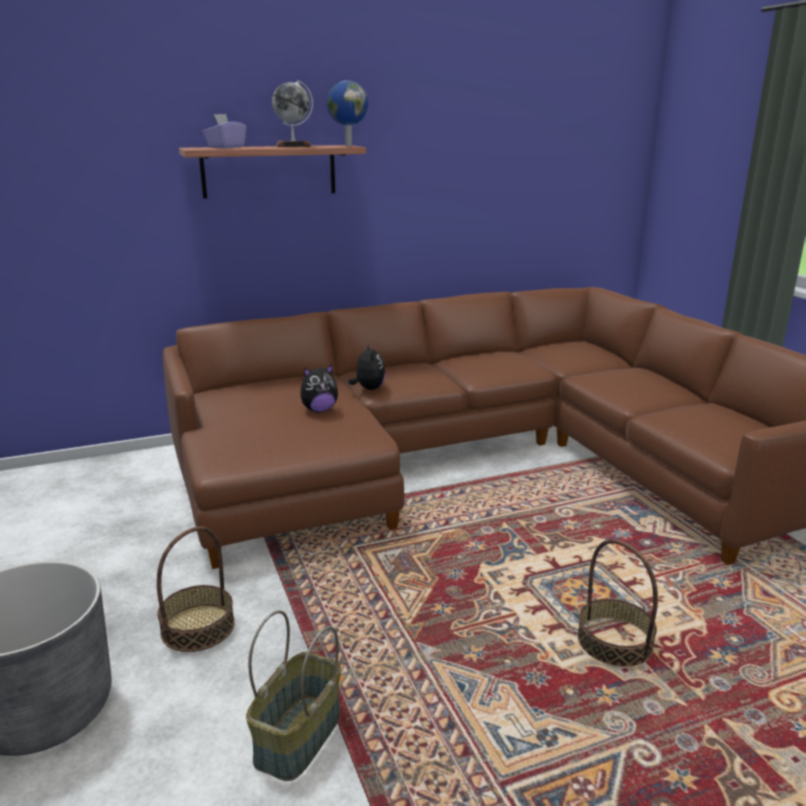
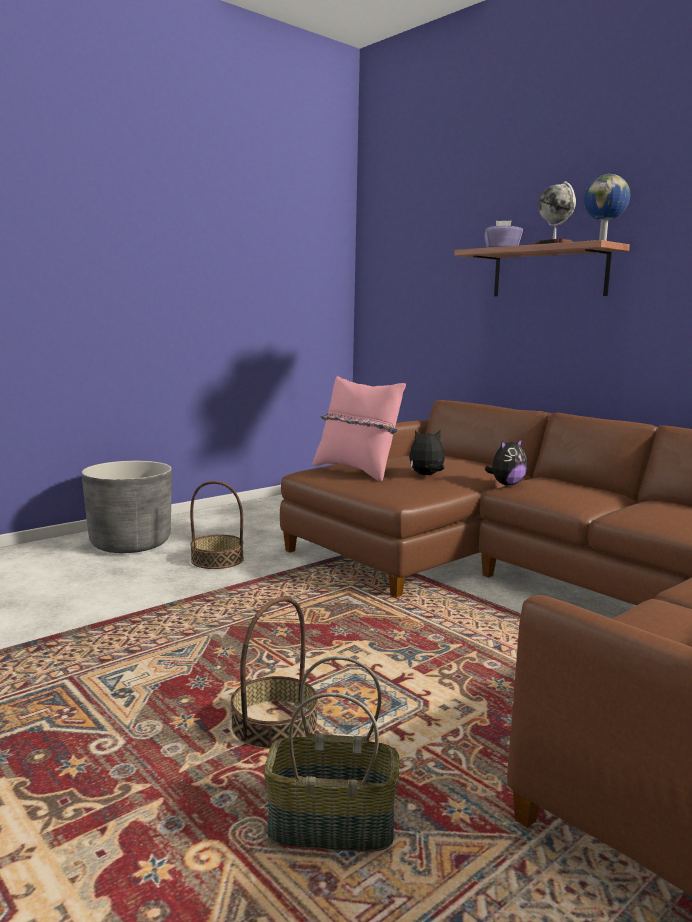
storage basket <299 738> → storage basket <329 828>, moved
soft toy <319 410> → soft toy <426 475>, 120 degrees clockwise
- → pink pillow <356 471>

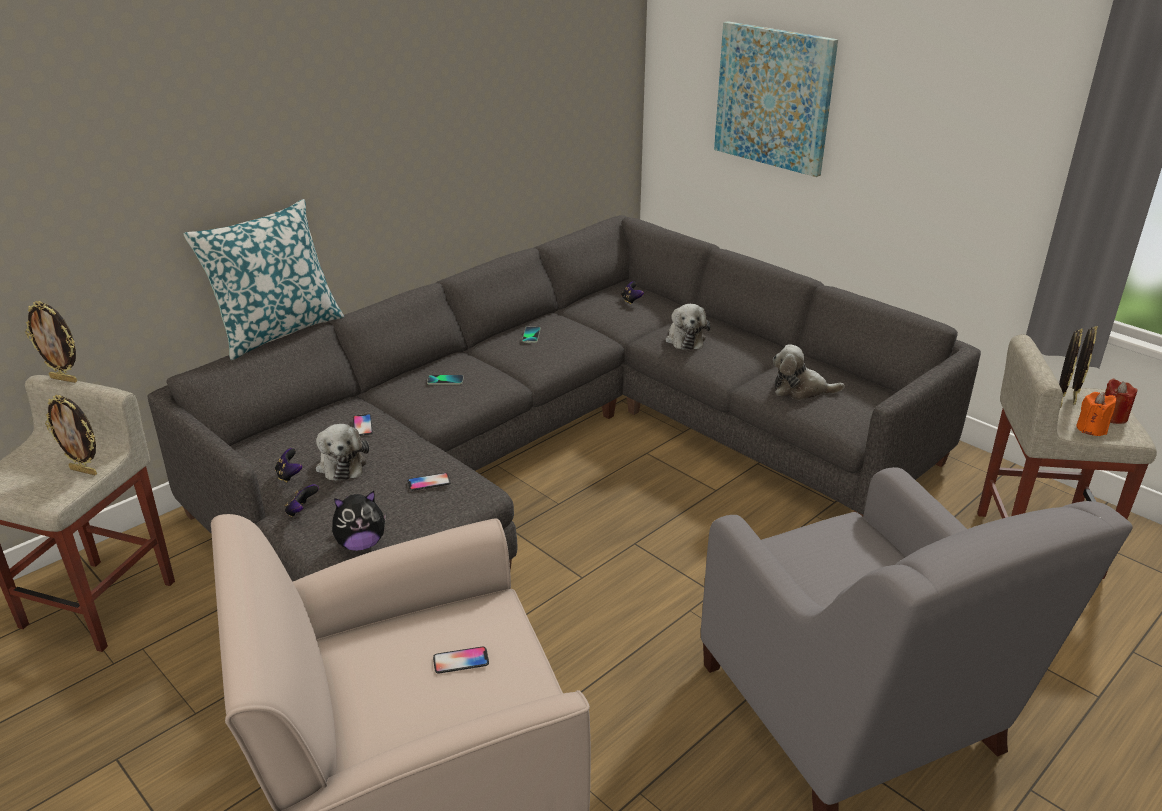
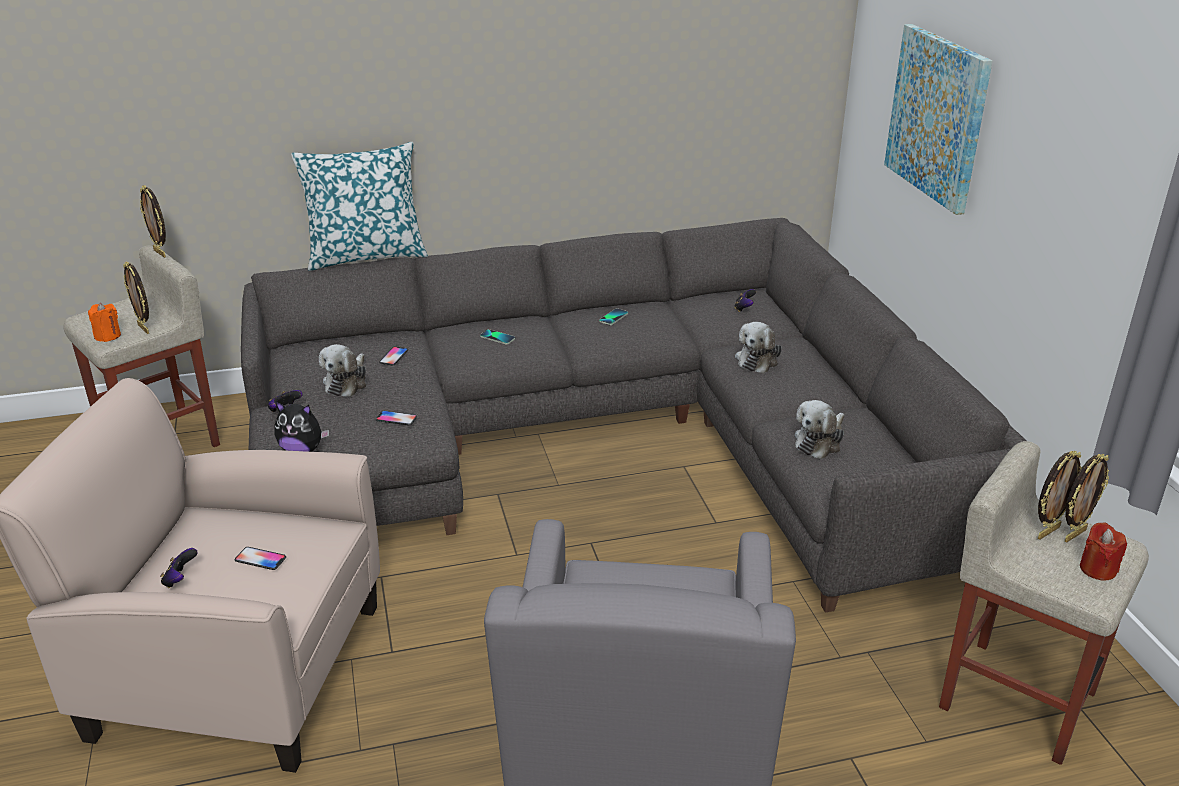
joypad <289 475> → joypad <180 579>, moved
soft toy <801 390> → soft toy <819 441>, 90 degrees counterclockwise
orange-coloured candle <1091 429> → orange-coloured candle <107 336>, moved

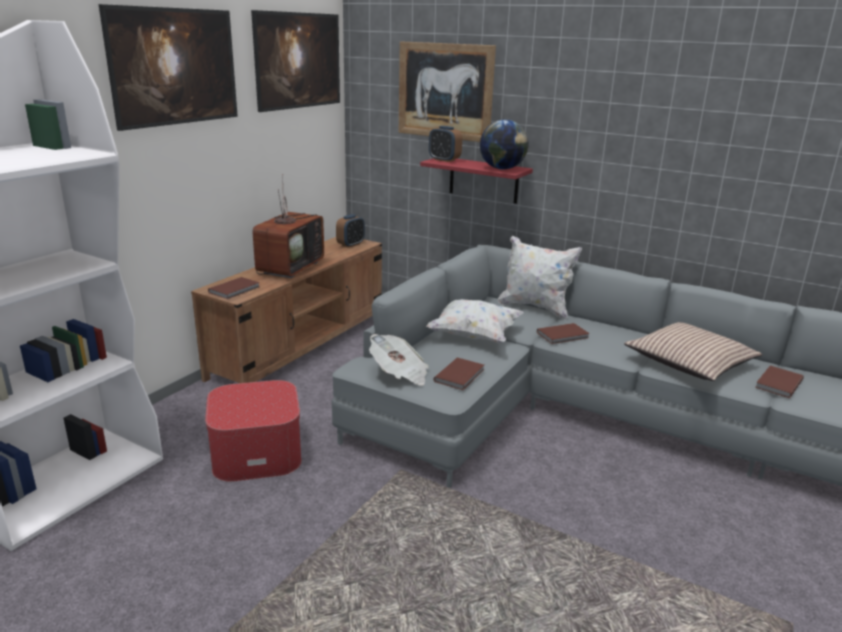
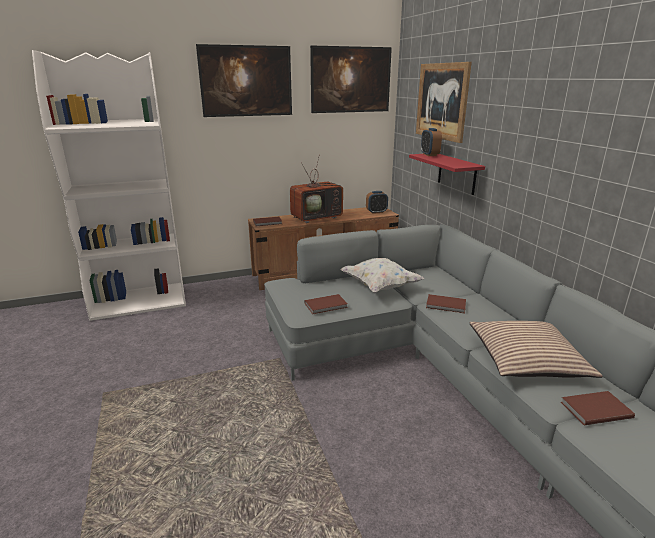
footrest <257 452> → -
newspaper <399 374> → -
world globe <502 169> → -
white pillow <535 307> → -

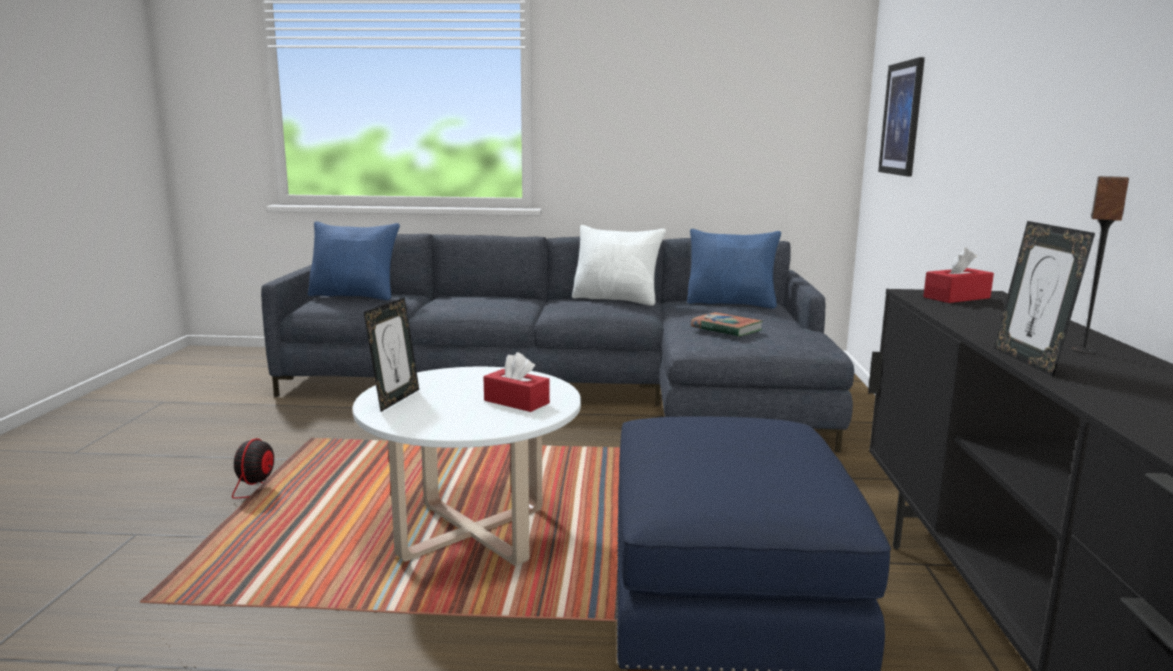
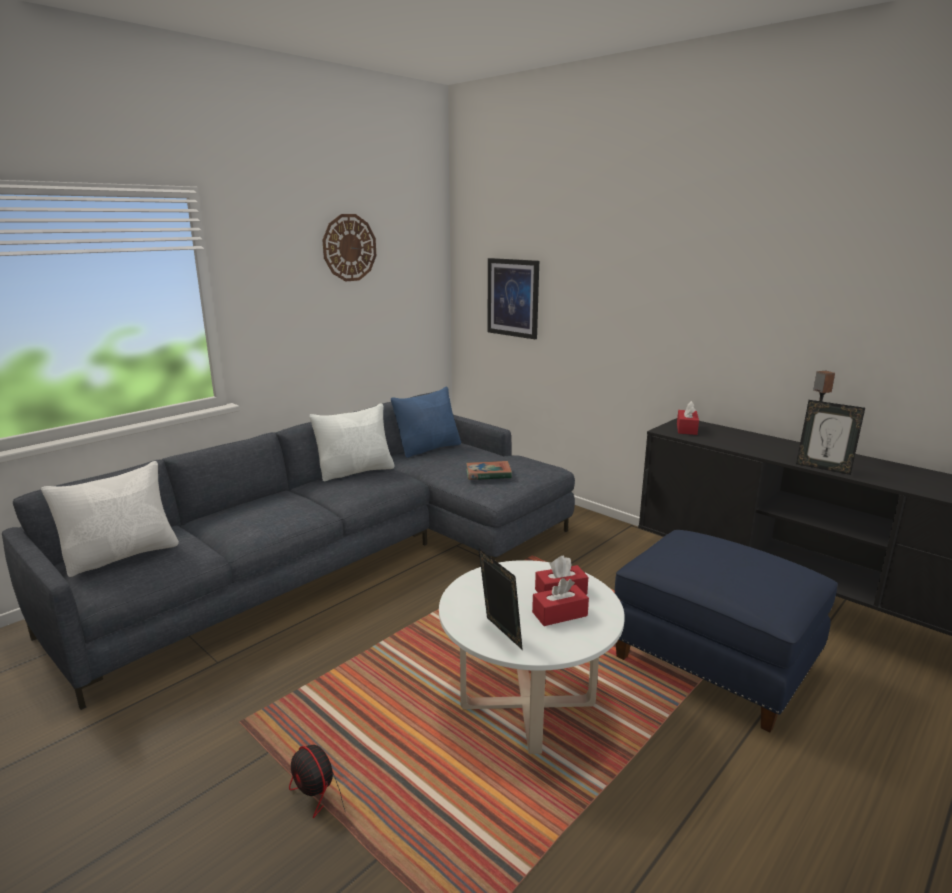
bluish pillow <355 296> → white pillow <123 555>
- → clock on the wall <349 247>
- → reddish tissue holder <559 614>

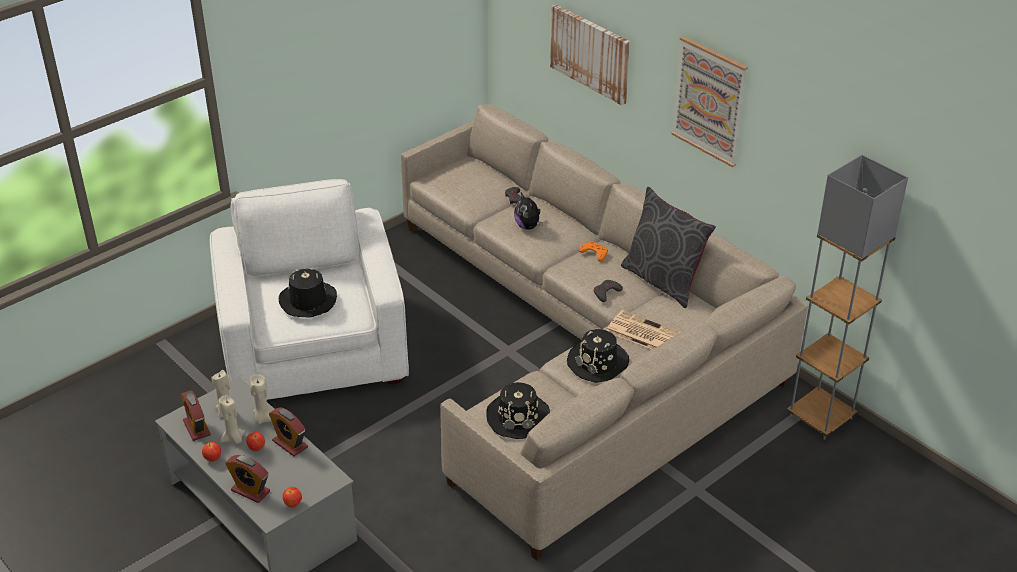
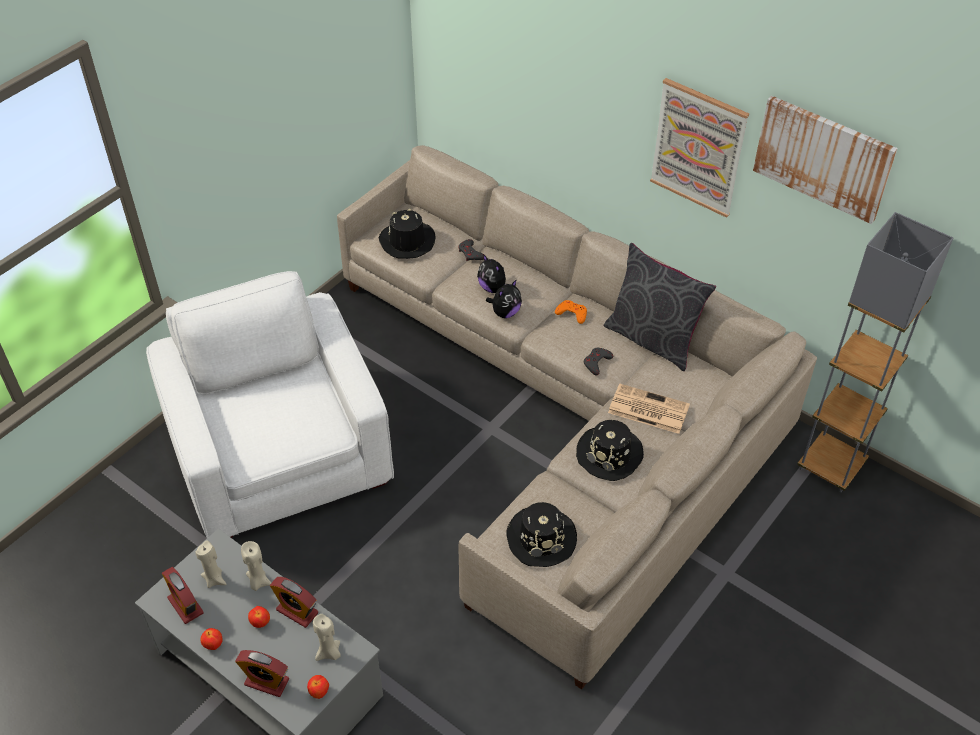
beige-coloured candle <233 439> → beige-coloured candle <329 653>, moved
black wearable hat <308 301> → black wearable hat <407 241>, moved
wall picture <590 53> → wall picture <823 158>, moved
- → soft toy <505 312>

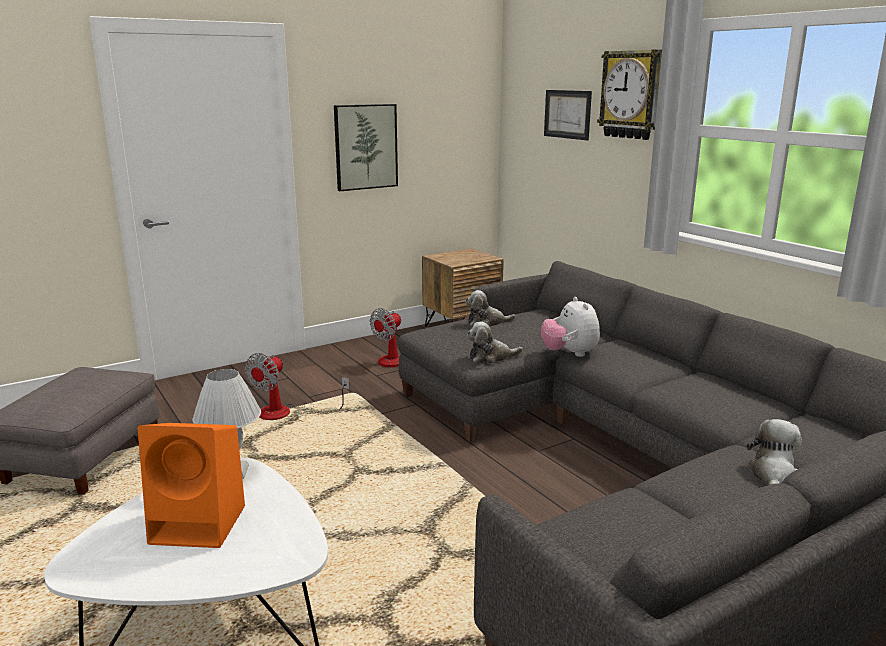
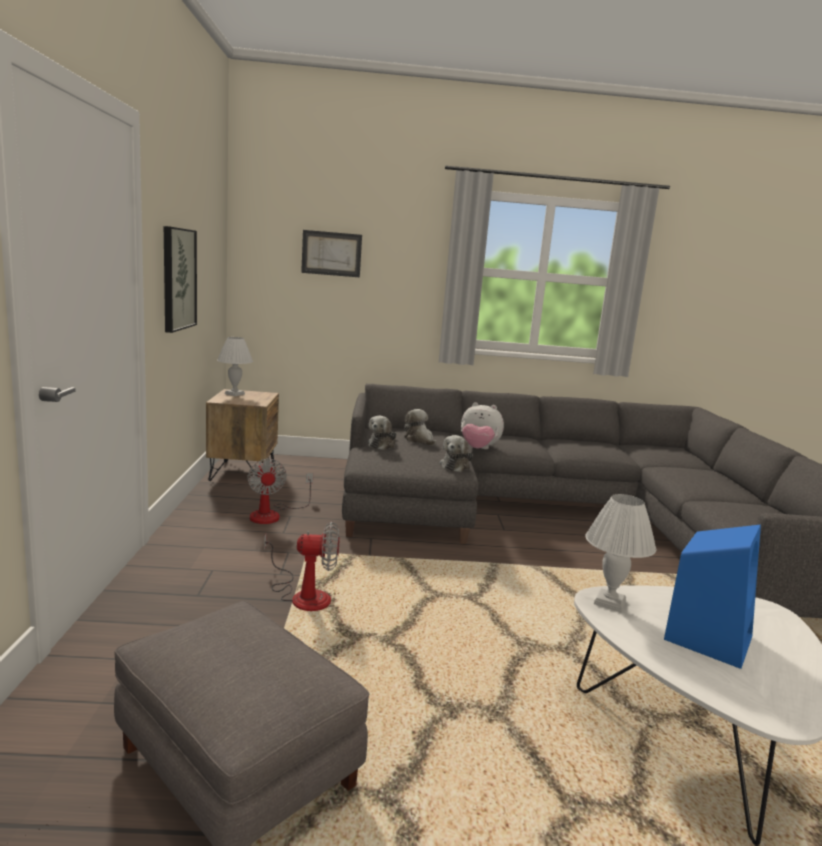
orange-coloured audio speaker <201 524> → bluish audio speaker <708 636>
electric fan <286 413> → electric fan <303 595>, 60 degrees counterclockwise
clock on the wall <632 94> → -
soft toy <773 475> → soft toy <420 440>, moved
- → white tabletop lamp <234 394>

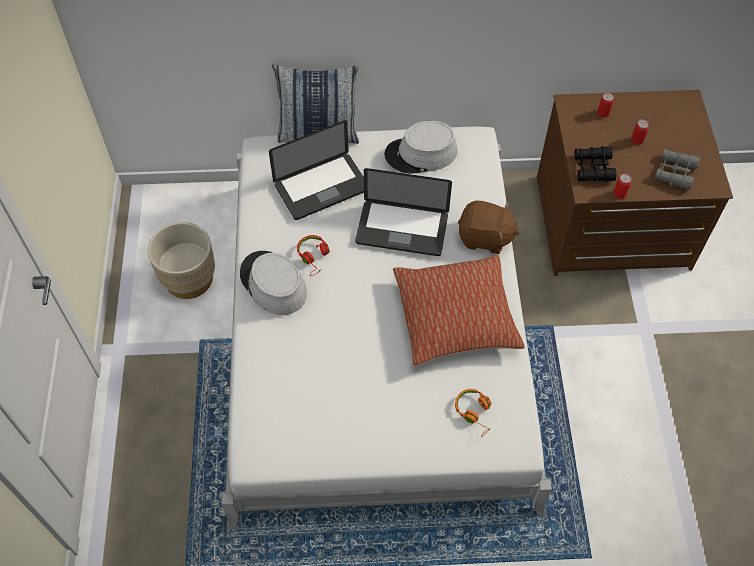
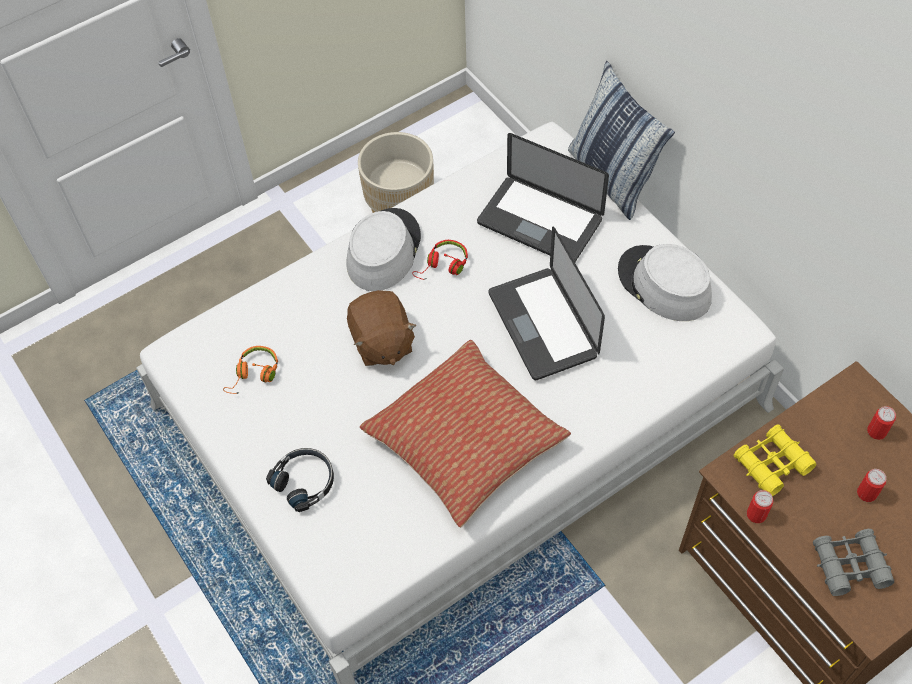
orange-coloured headphones <474 413> → orange-coloured headphones <254 374>, moved
brown soft toy <485 238> → brown soft toy <381 342>, moved
black pair of binoculars <593 168> → yellow-coloured pair of binoculars <772 464>
- → black headphones <305 481>

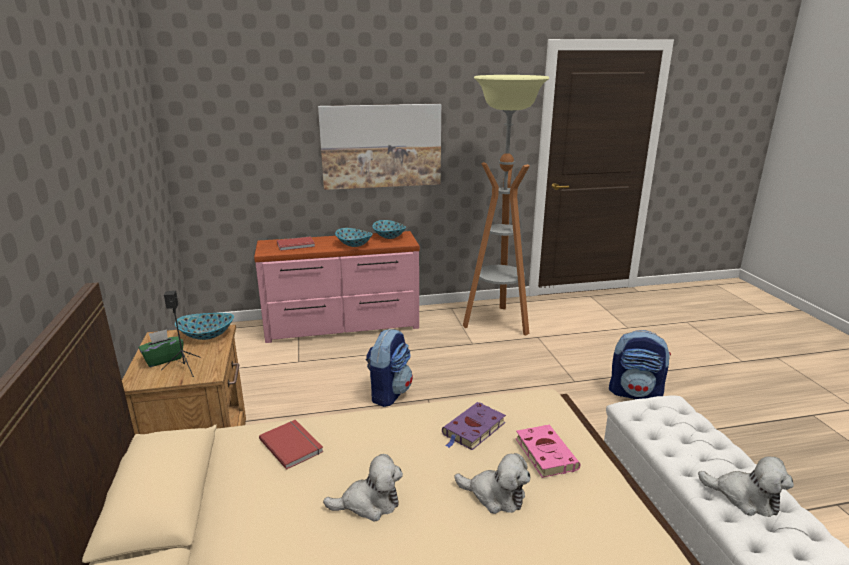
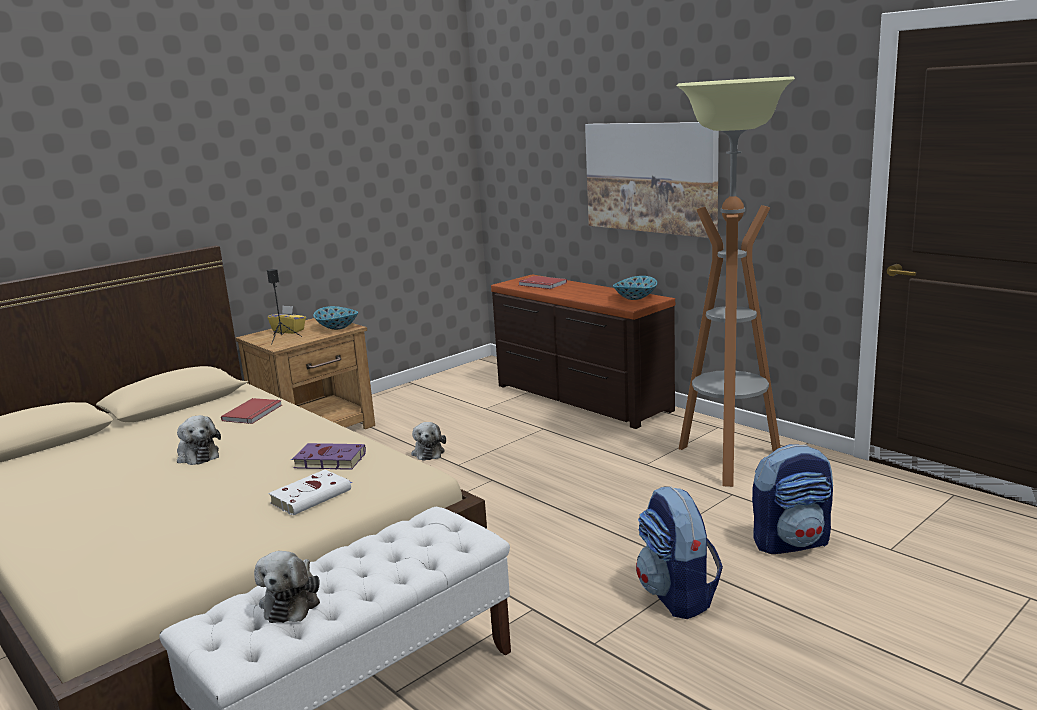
green-coloured tissue holder <163 359> → yellow-coloured tissue holder <289 331>
pink chest of drawers <342 326> → brown chest of drawers <580 398>
deep dish <354 244> → -
backpack <389 393> → backpack <791 542>, moved
soft toy <495 495> → soft toy <428 452>, moved
pink volume <544 452> → white volume <312 496>

